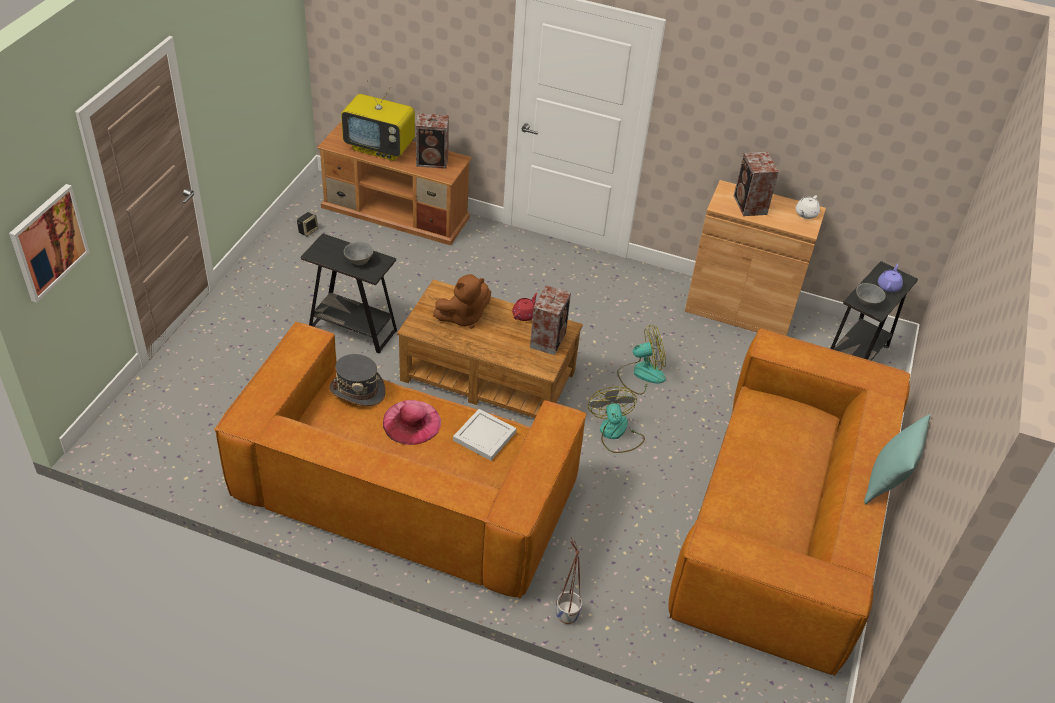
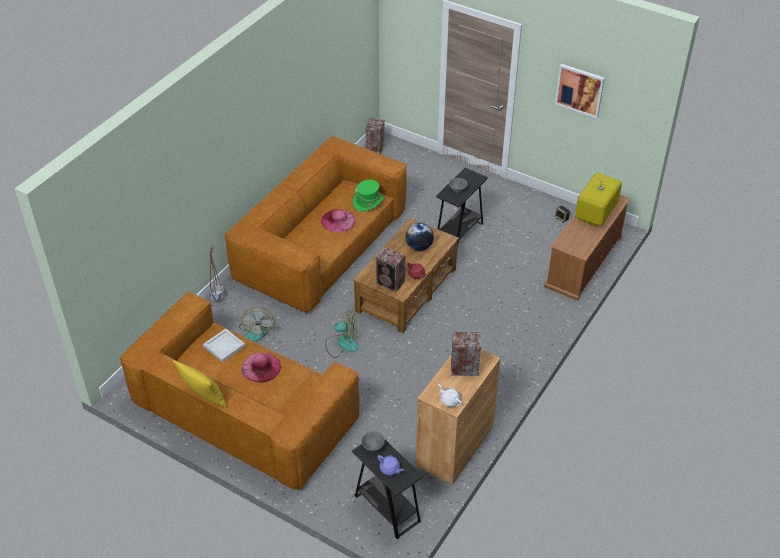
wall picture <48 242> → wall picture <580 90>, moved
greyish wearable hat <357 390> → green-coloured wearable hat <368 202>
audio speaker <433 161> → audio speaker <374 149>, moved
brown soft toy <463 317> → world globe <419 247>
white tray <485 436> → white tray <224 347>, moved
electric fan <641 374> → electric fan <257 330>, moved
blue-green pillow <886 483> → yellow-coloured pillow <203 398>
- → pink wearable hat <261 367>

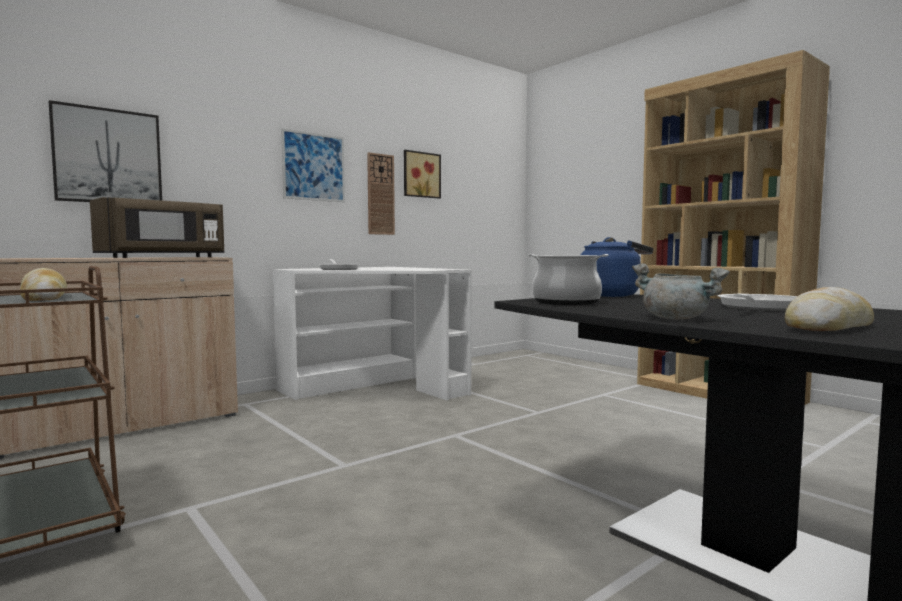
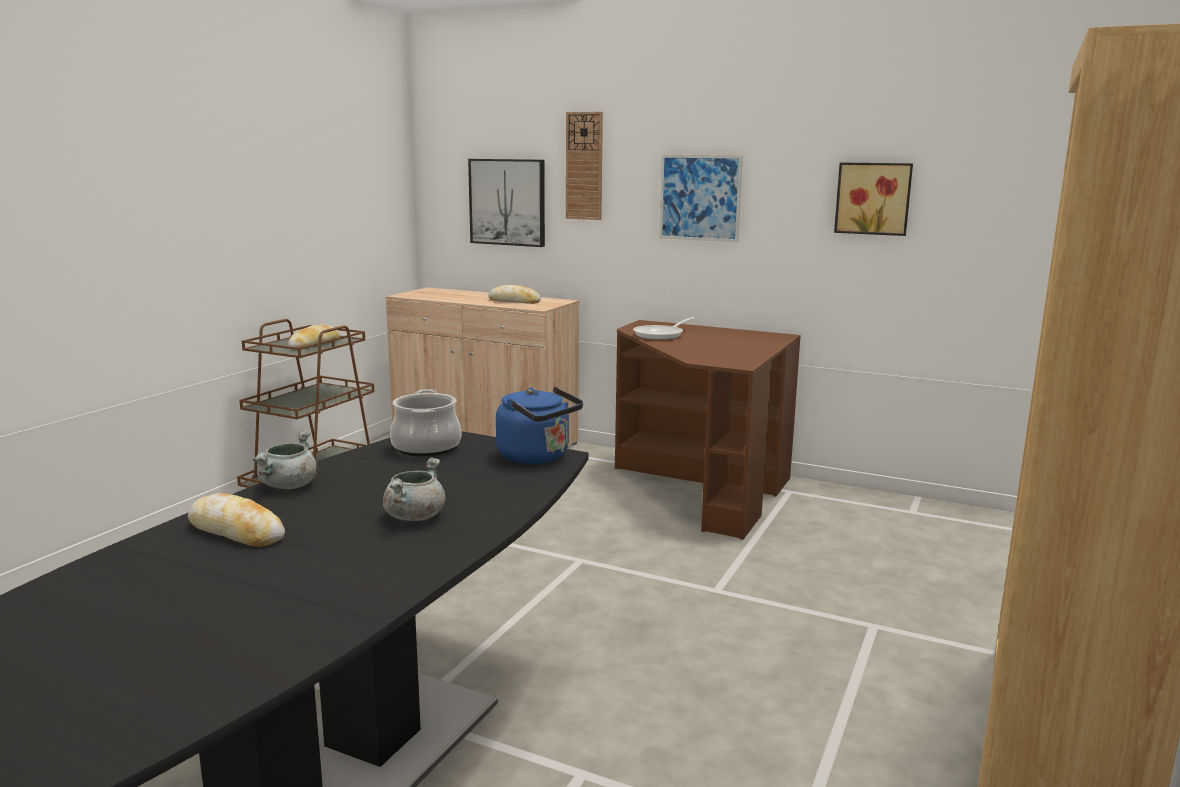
brown kitchen microwave <163 257> → bakery bread <514 301>
white desk table <374 388> → brown desk table <699 488>
clock on the wall <380 194> → clock on the wall <584 166>, moved
pan <758 308> → greyish cooking pot <414 516>

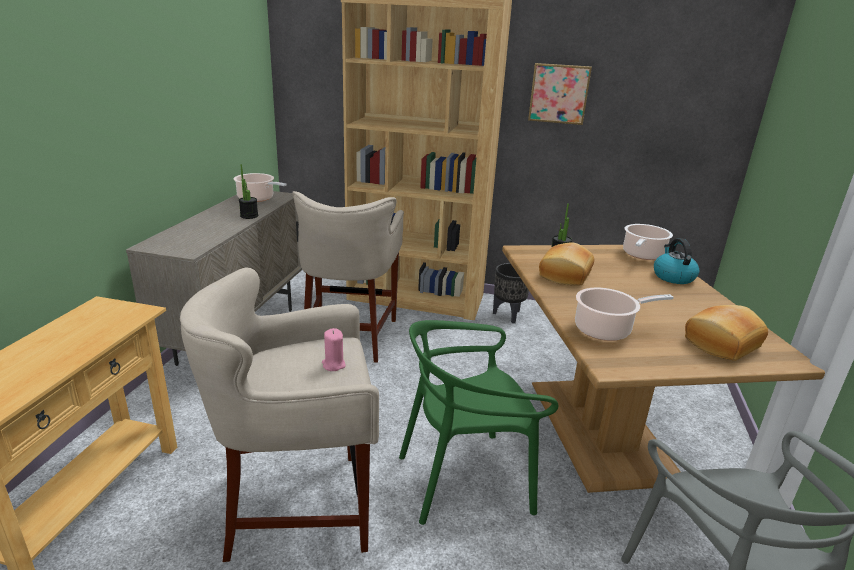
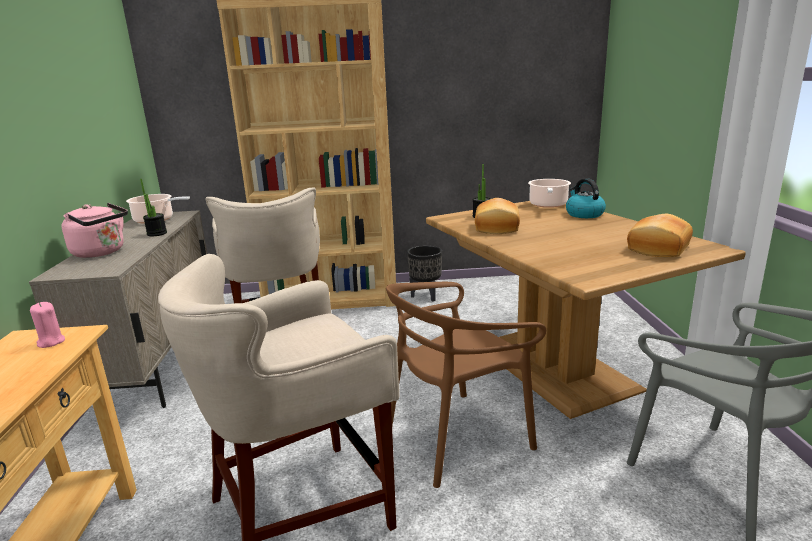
pink candle <333 365> → pink candle <51 342>, moved
green-coloured upright chair <465 479> → brown upright chair <457 438>
wall picture <559 93> → -
cooking pot <606 329> → -
- → pink kettle <101 252>

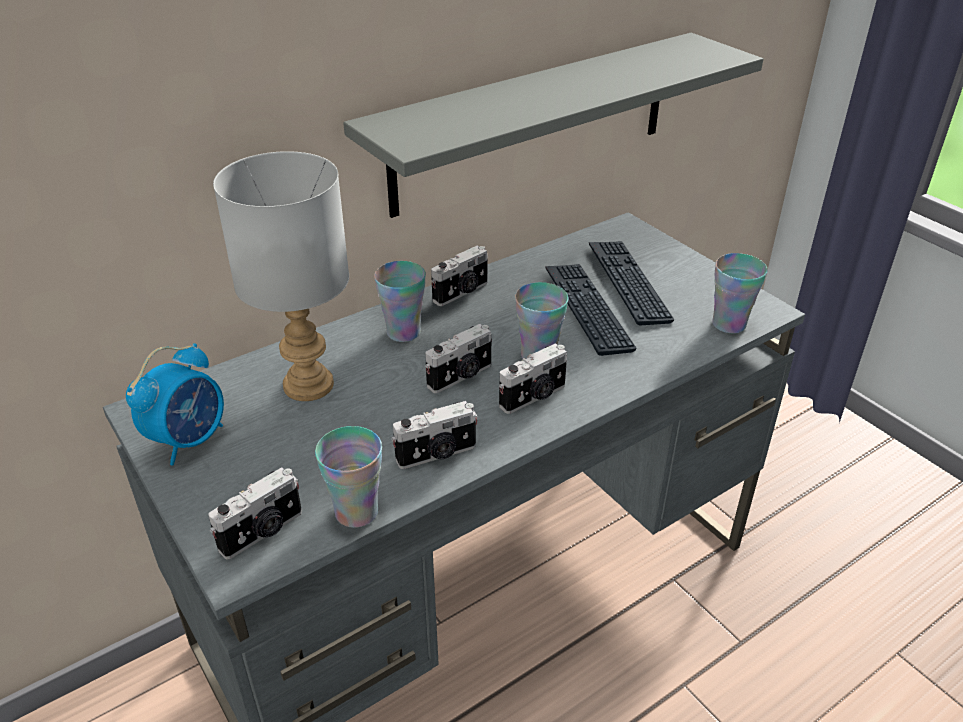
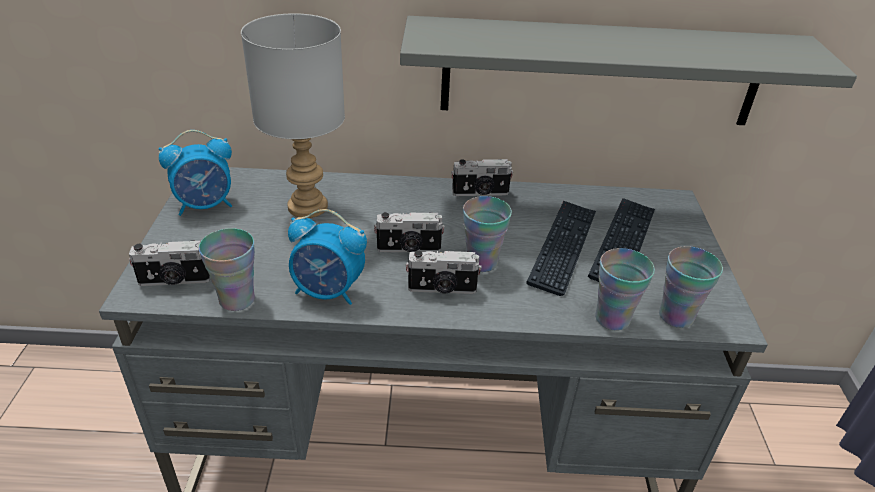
small cup <403 332> → small cup <612 319>, moved
photo camera <437 454> → alarm clock <328 292>

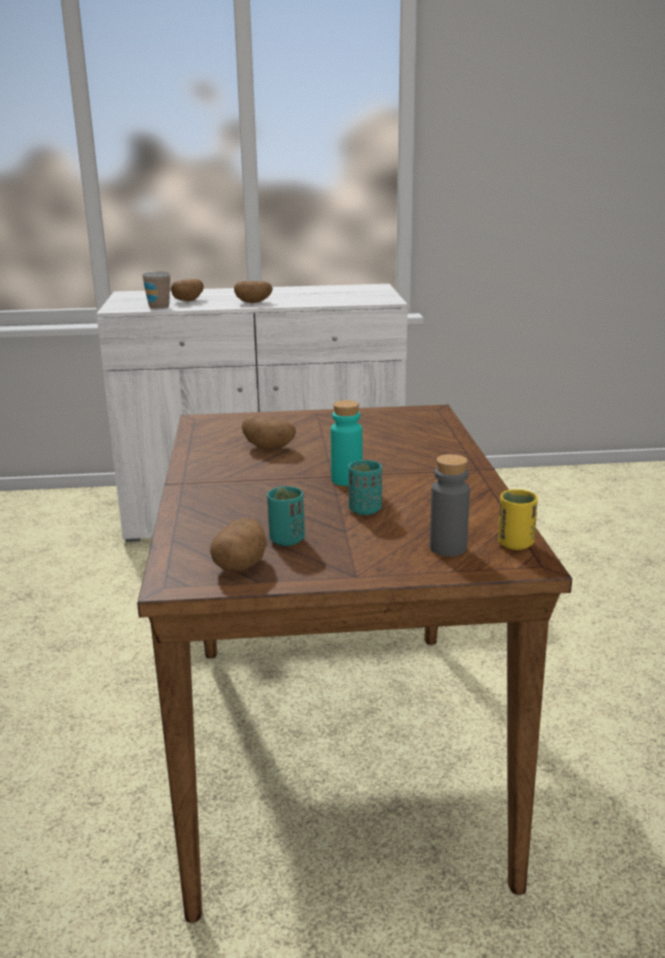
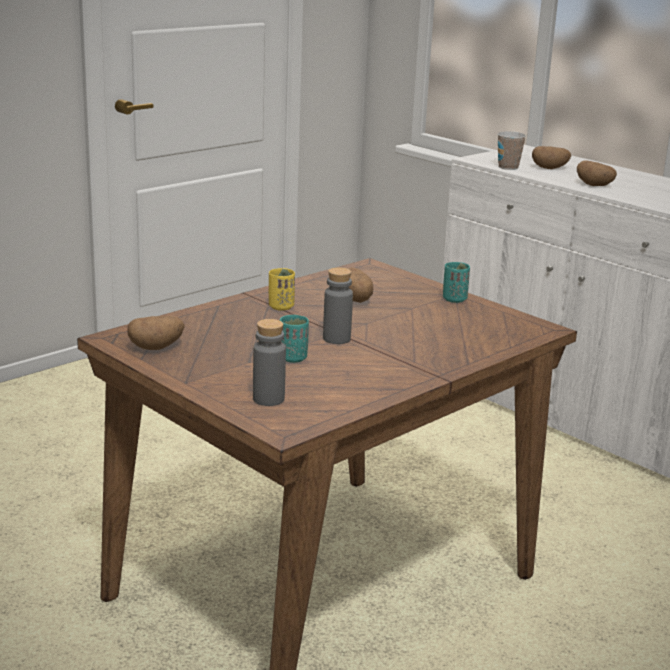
blue-green small cup <287 540> → blue-green small cup <454 299>, moved
blue-green bottle <346 480> → greyish bottle <336 339>
yellow-coloured small cup <515 544> → yellow-coloured small cup <281 307>, moved

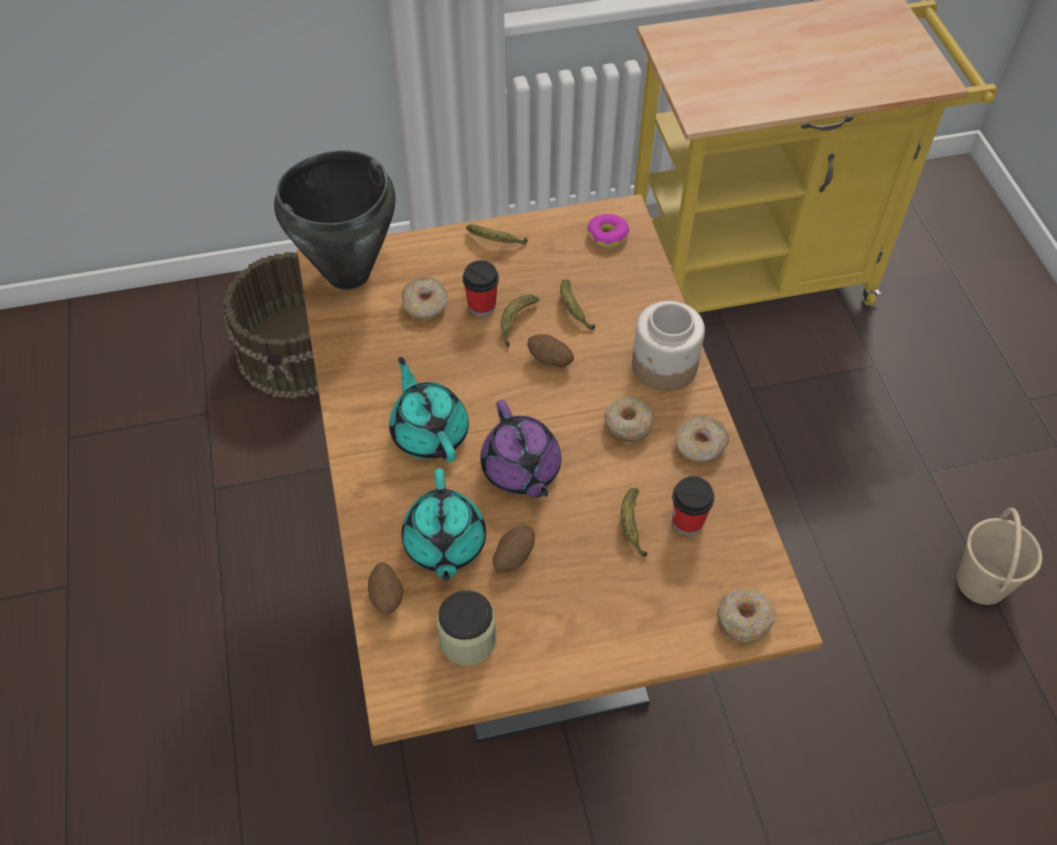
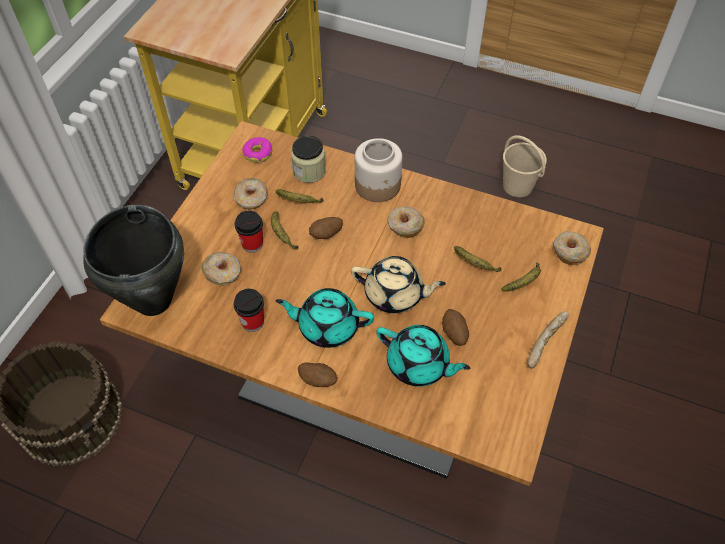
potato <387 596> → potato <318 380>, moved
preserve jar <468 640> → preserve jar <309 171>, moved
whole banana <495 242> → whole banana <524 282>, moved
purple-coloured teapot <521 470> → beige-coloured teapot <395 294>
small cup <687 521> → small cup <252 322>, moved
ring doughnut <700 445> → ring doughnut <251 198>, moved
- → bakery bread <547 343>

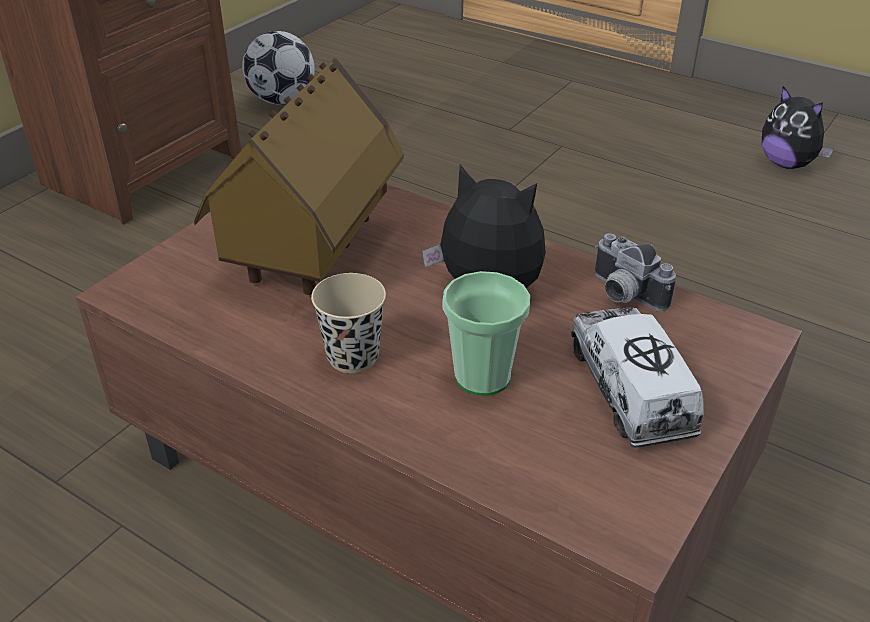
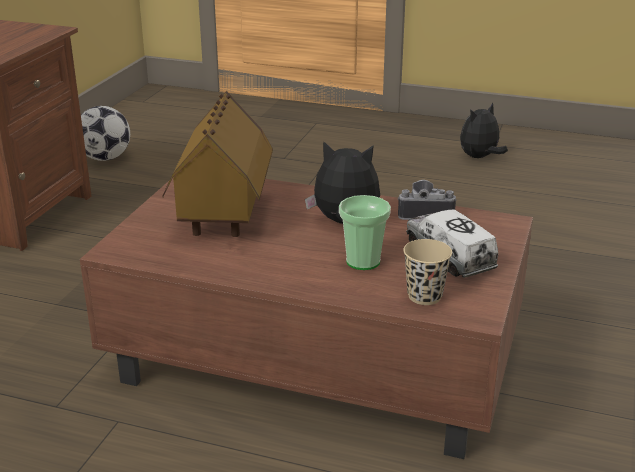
beige-coloured small cup <353 357> → beige-coloured small cup <424 296>, moved
photo camera <622 294> → photo camera <425 213>, 150 degrees clockwise
soft toy <787 164> → soft toy <479 157>, 105 degrees clockwise

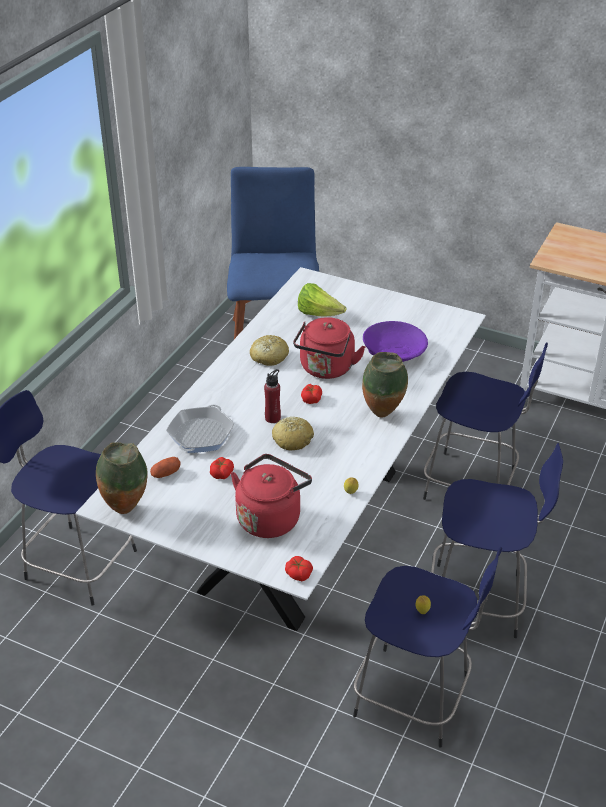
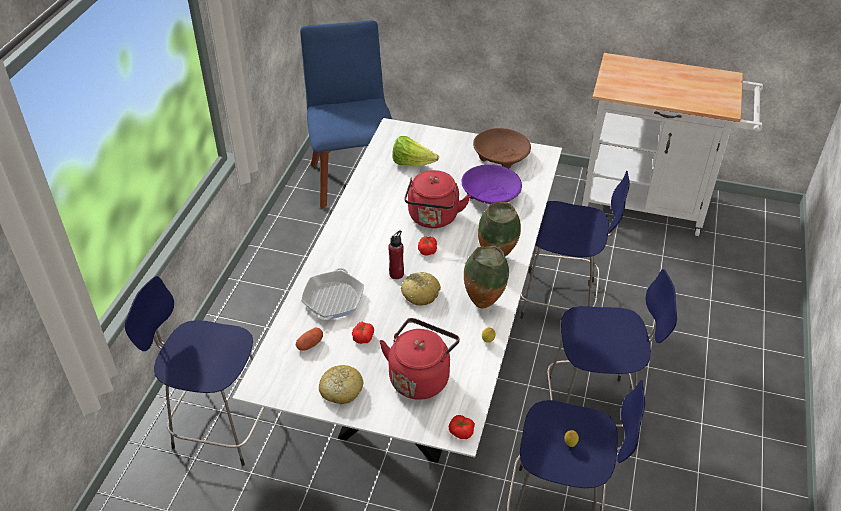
flower vase <126 508> → flower vase <483 303>, moved
bakery bread <269 357> → bakery bread <341 390>, moved
- → brown deep dish <500 156>

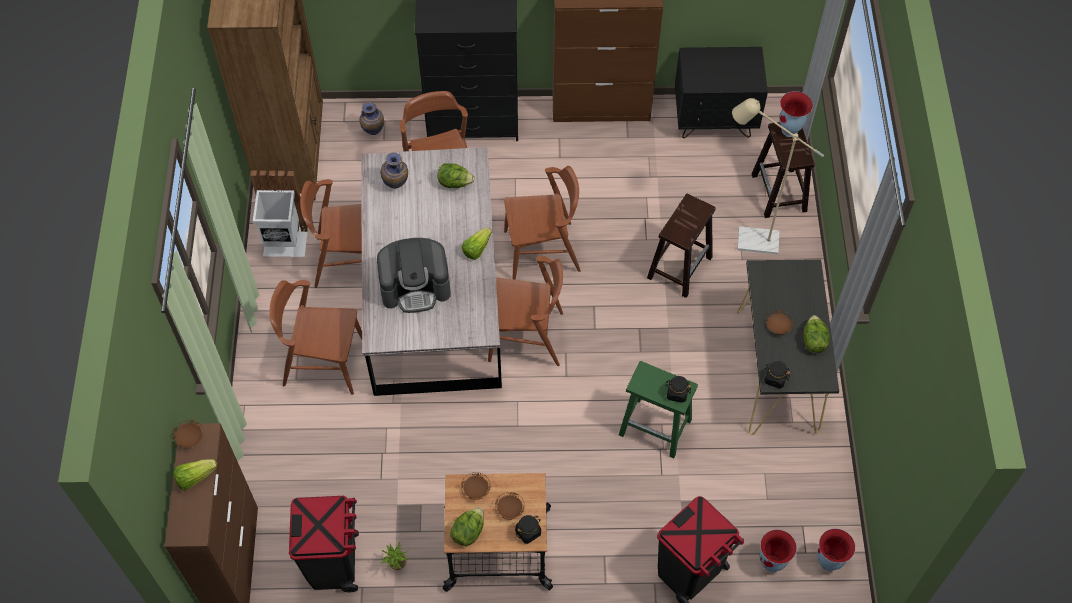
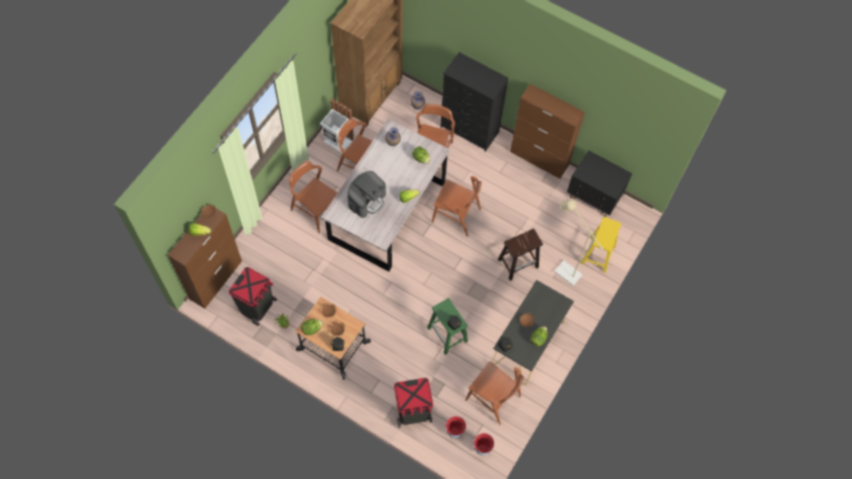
coffee brewer <415 286> → coffee brewer <367 199>, 75 degrees counterclockwise
brown upright chair <526 336> → brown upright chair <493 398>, moved
brown sitting stool <779 193> → yellow-coloured sitting stool <598 255>
flower vase <790 130> → -

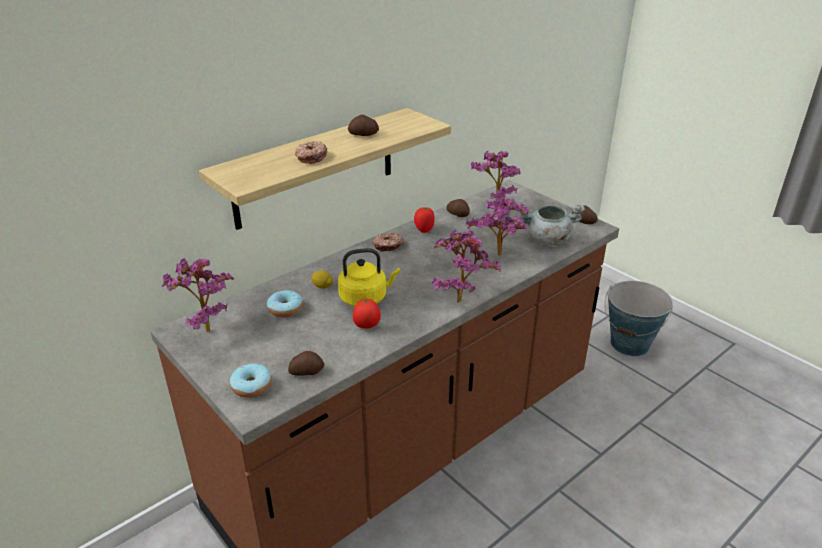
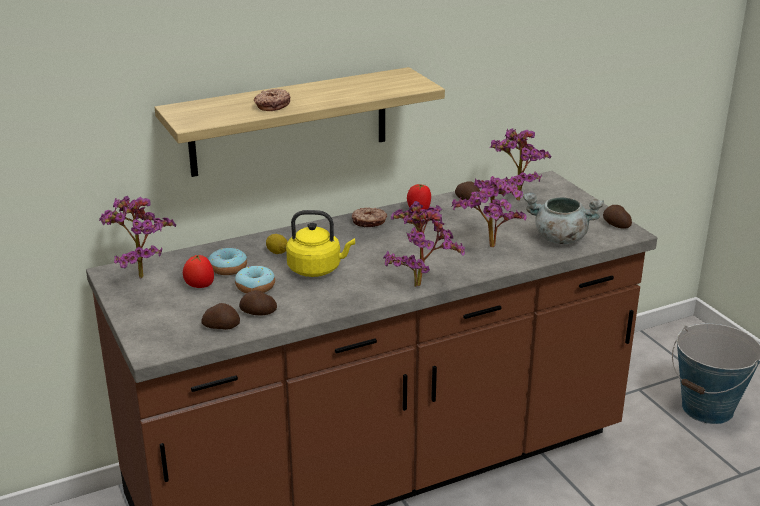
ring doughnut <252 386> → ring doughnut <255 287>, moved
potato <363 135> → potato <258 313>, moved
tomato <367 326> → tomato <199 286>, moved

